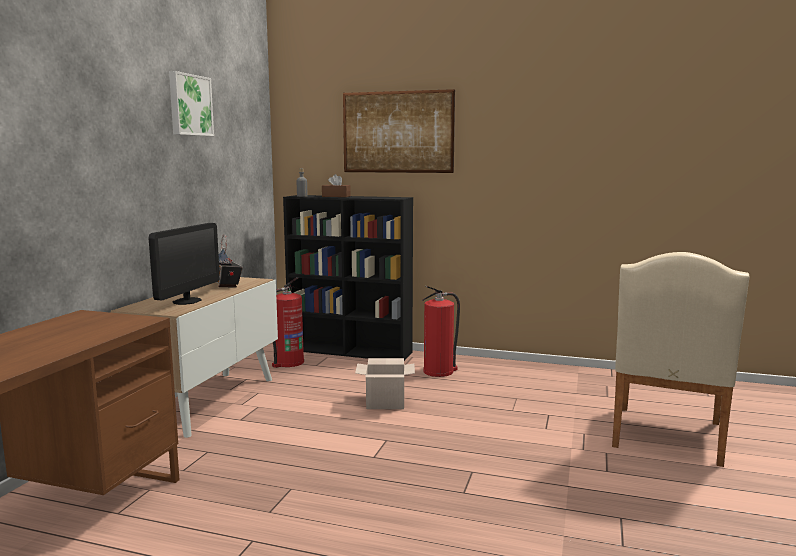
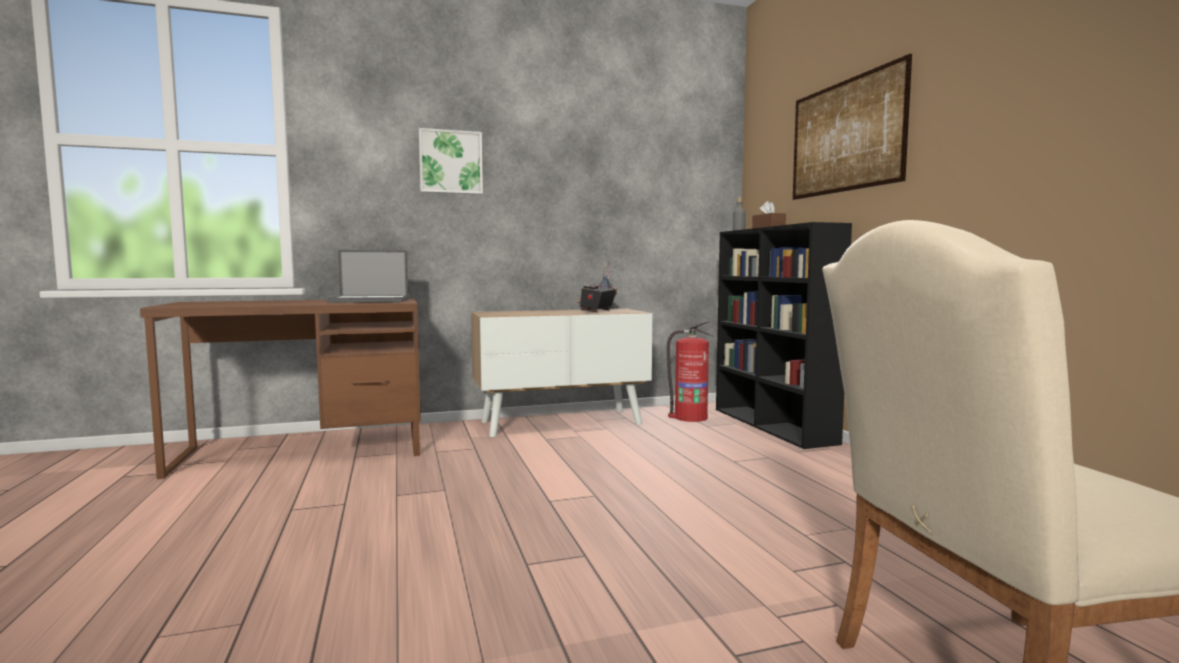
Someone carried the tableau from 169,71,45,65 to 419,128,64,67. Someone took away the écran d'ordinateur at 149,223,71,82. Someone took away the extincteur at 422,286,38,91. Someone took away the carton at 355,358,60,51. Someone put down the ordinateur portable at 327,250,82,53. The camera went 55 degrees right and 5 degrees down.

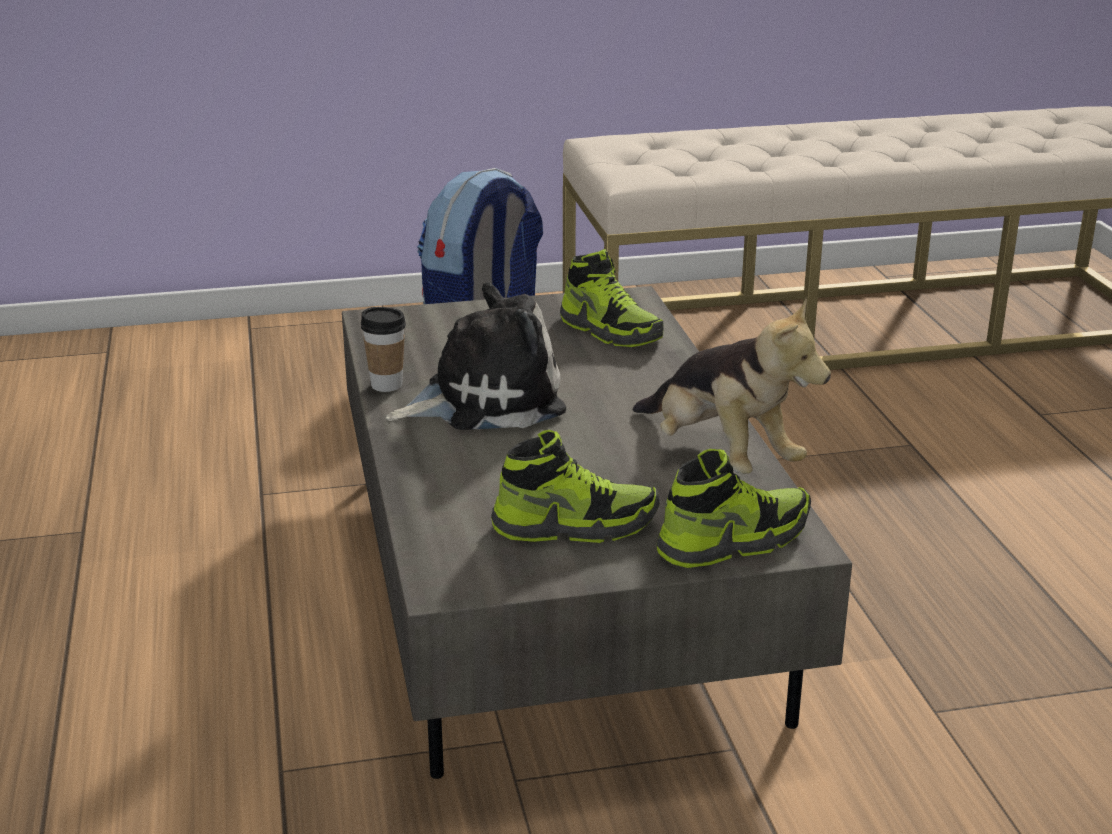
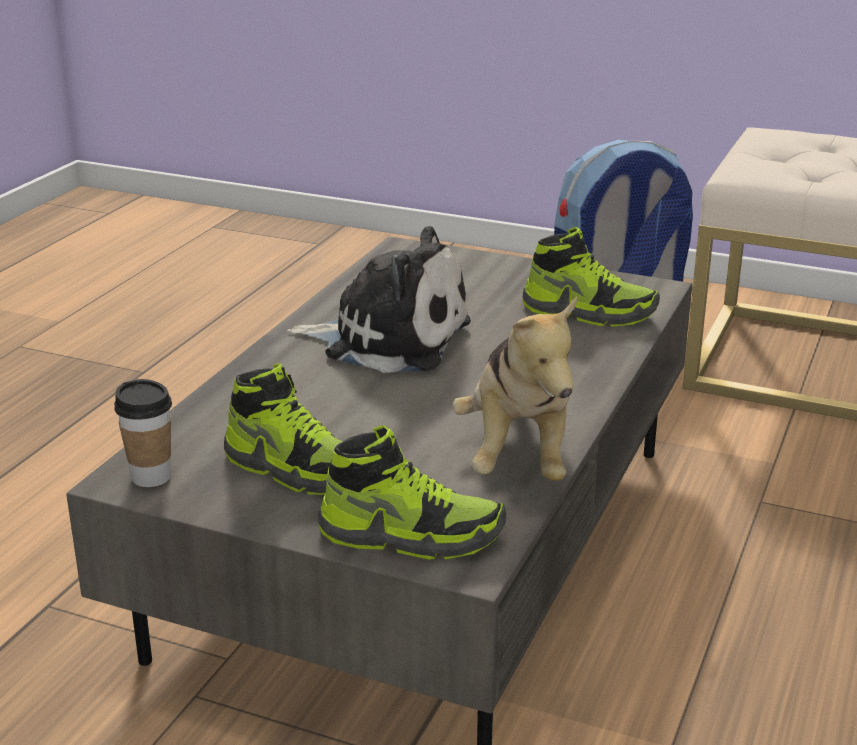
Someone rotated the chaussure at 560,249,104,98 by 60 degrees counterclockwise. Someone carried the tasse from 361,307,45,85 to 114,379,58,108. The camera went 35 degrees right and 0 degrees up.

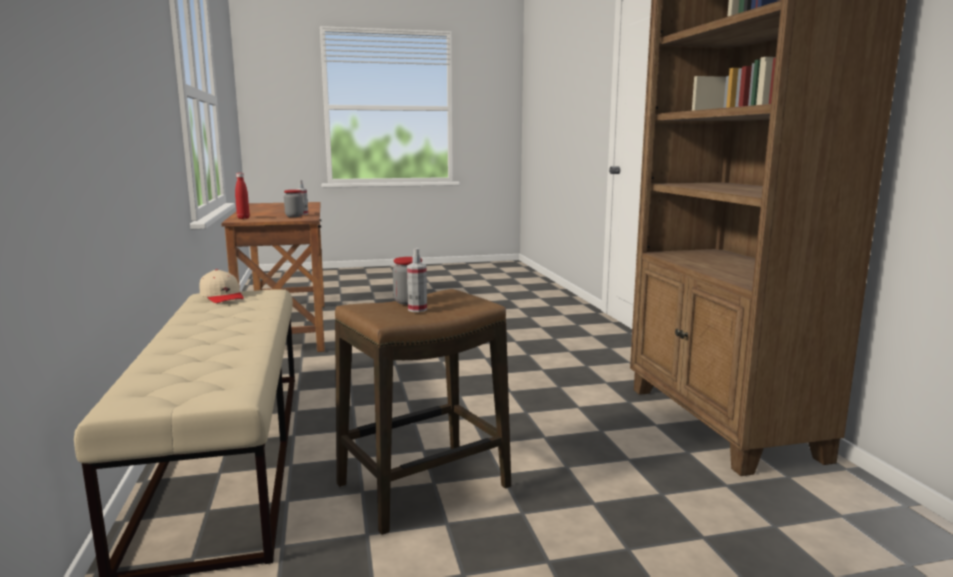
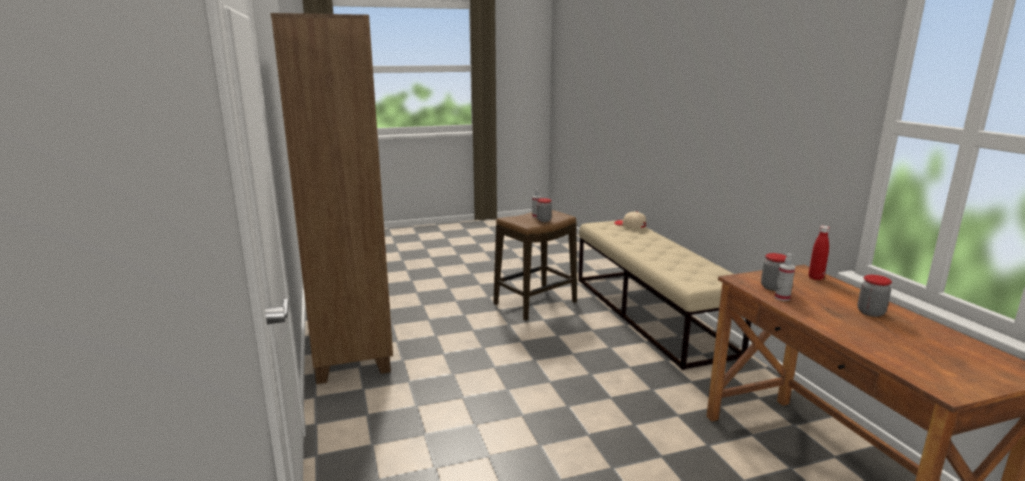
Someone carried the casquette [beige] from 200,269,44,34 to 614,212,32,16. Someone put down the bocal at 857,275,35,42. The camera went 175 degrees right and 5 degrees up.

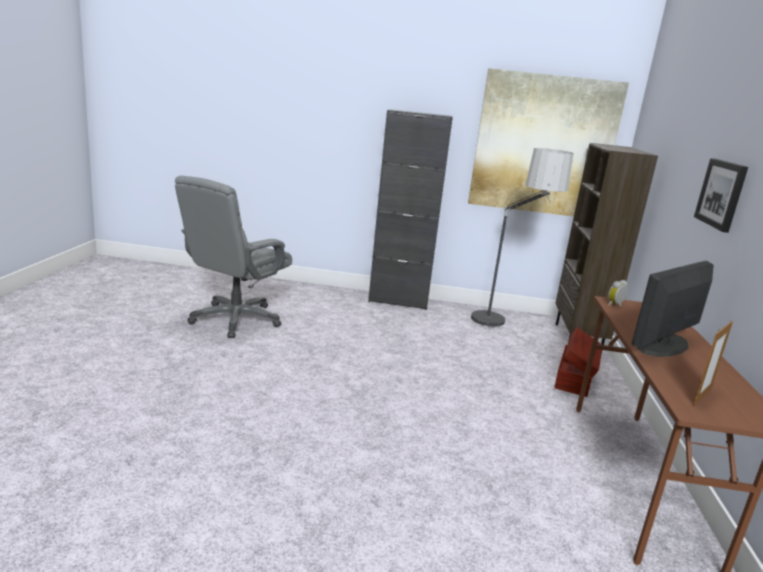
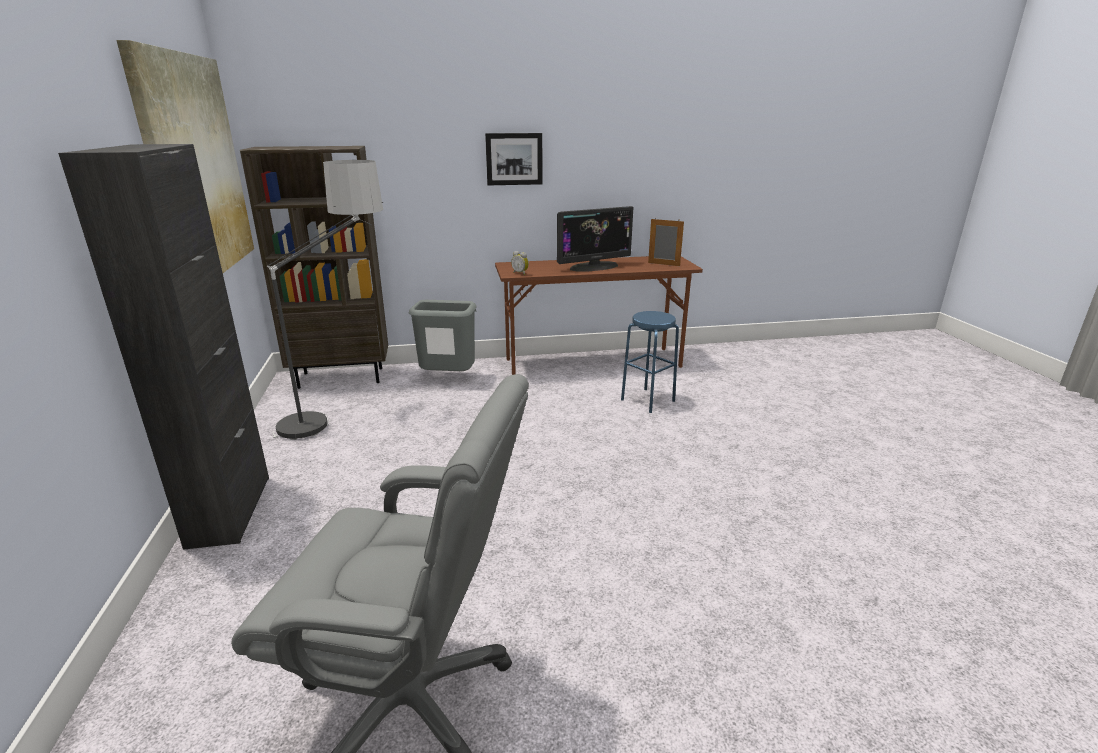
Someone rotated the écran d'ordinateur at 632,261,82,96 by 60 degrees counterclockwise. Someone swapped the boîte de rangement [marron] at 554,327,48,70 for the poubelle [gris] at 409,300,68,71. Someone put down the tabouret [bleu] at 621,311,58,102. The camera went 105 degrees left and 5 degrees up.

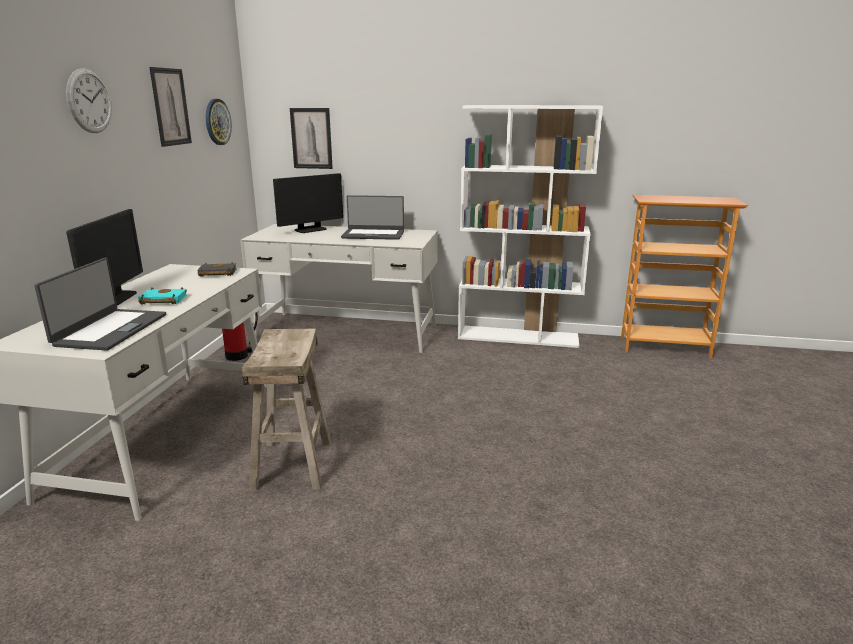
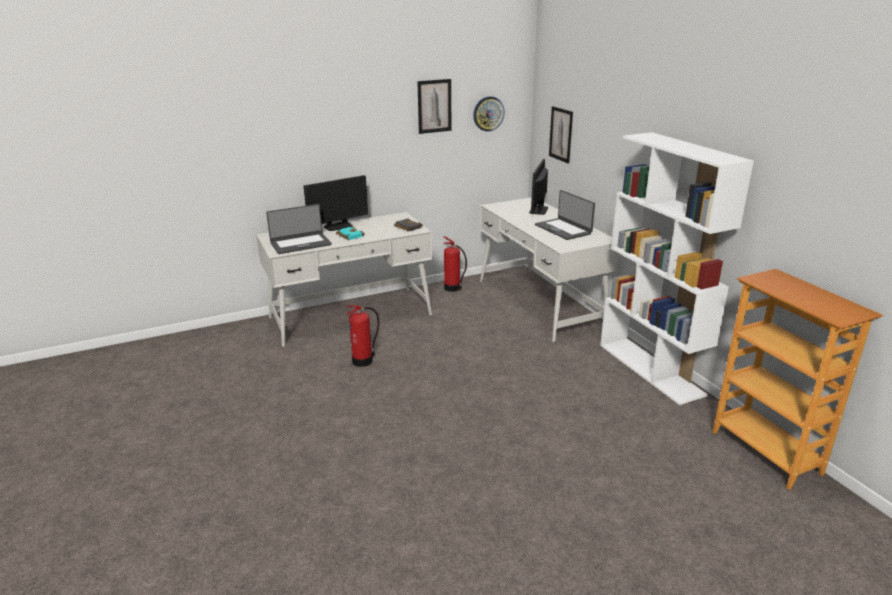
Someone took away the horloge murale at 66,68,46,65. Someone rotated the écran d'ordinateur at 273,173,70,60 by 90 degrees clockwise. Someone swapped the tabouret [beige] at 242,329,89,162 for the extincteur at 346,305,33,62. The camera went 55 degrees right and 5 degrees up.

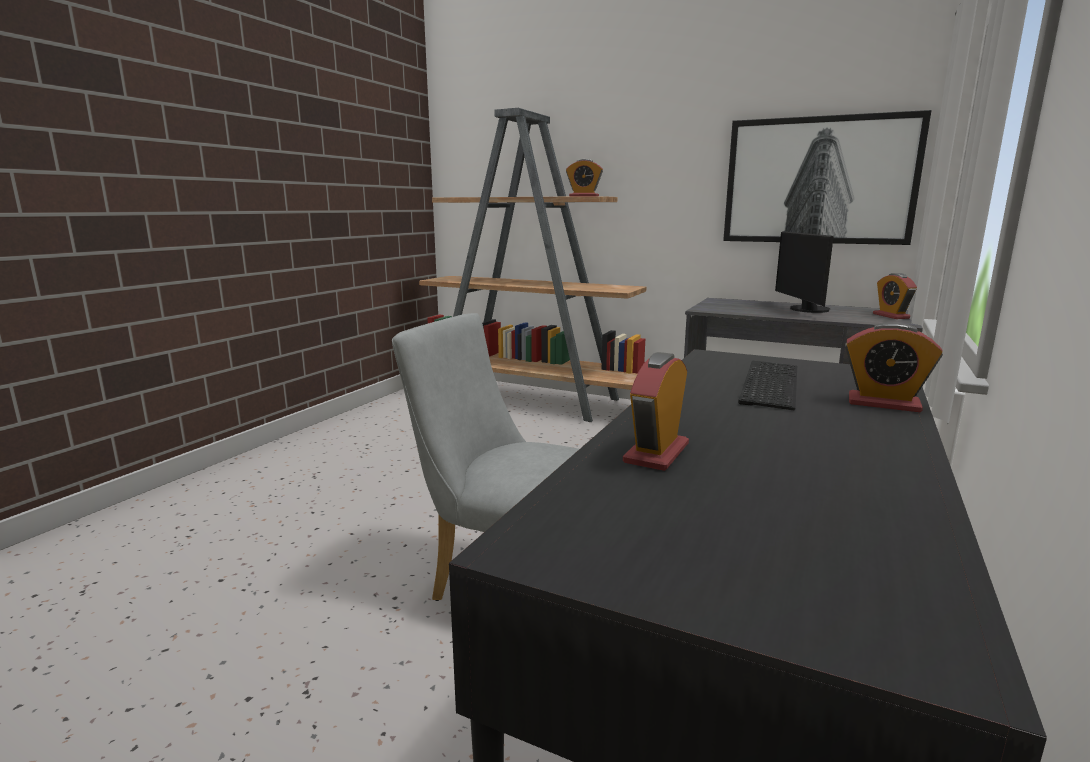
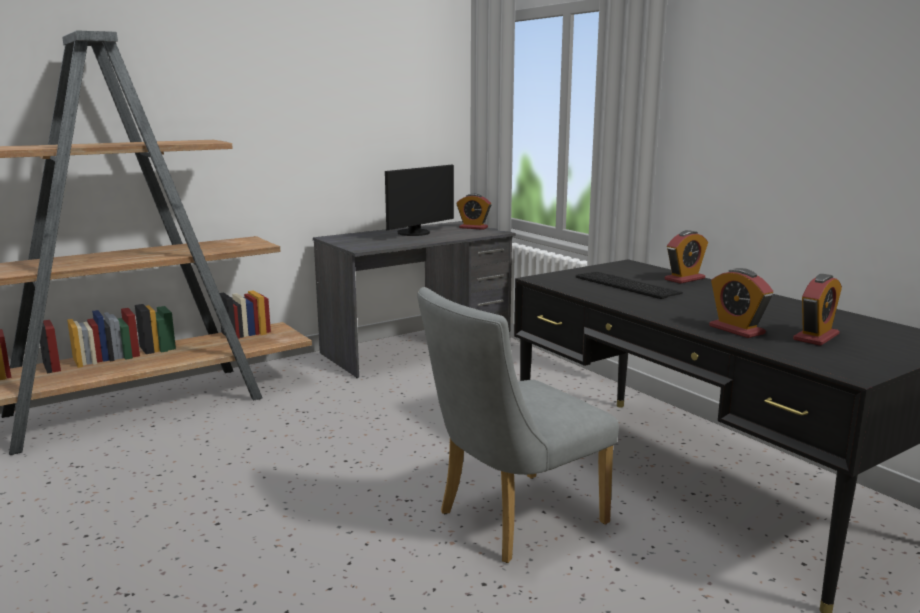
Someone took away the tableau at 723,110,209,135. Someone carried the réveil from 566,159,37,38 to 793,274,49,72. Someone rotated the écran d'ordinateur at 775,231,59,82 by 75 degrees counterclockwise. The camera went 60 degrees left and 0 degrees up.

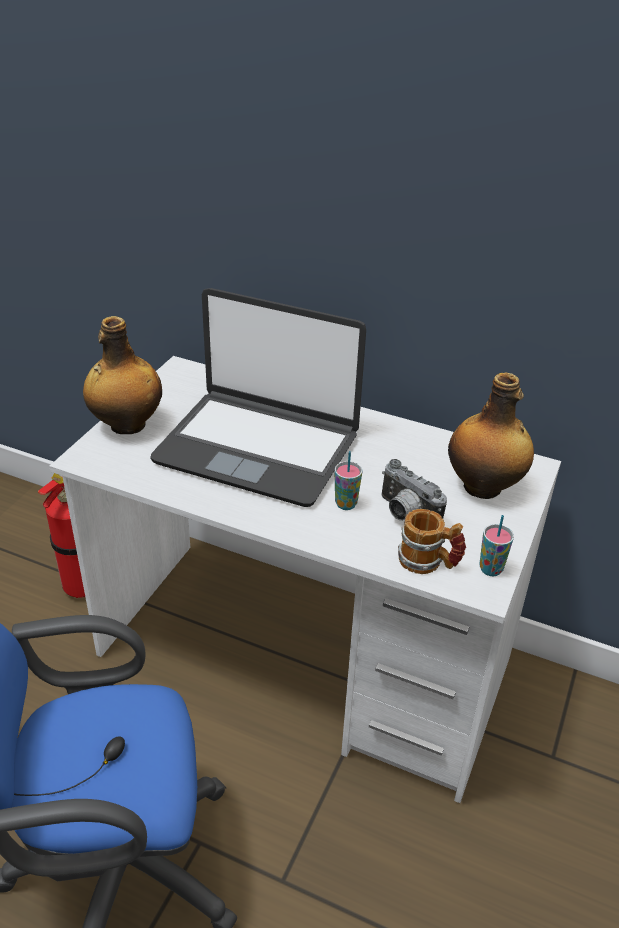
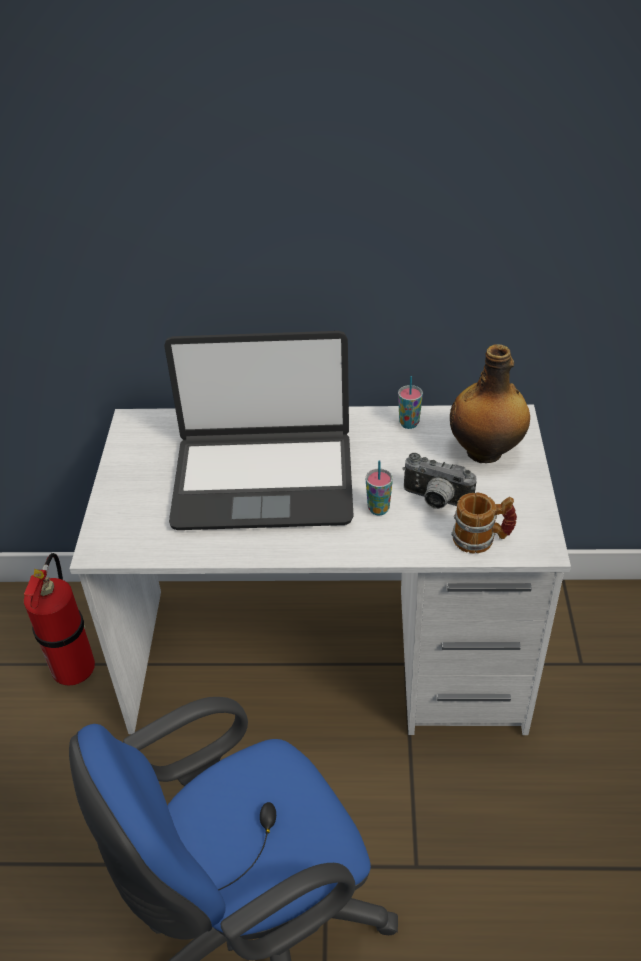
Someone took away the bouteille at 83,316,79,118. Someone carried the tasse from 479,515,35,61 to 398,376,25,53. The camera went 20 degrees left and 5 degrees up.

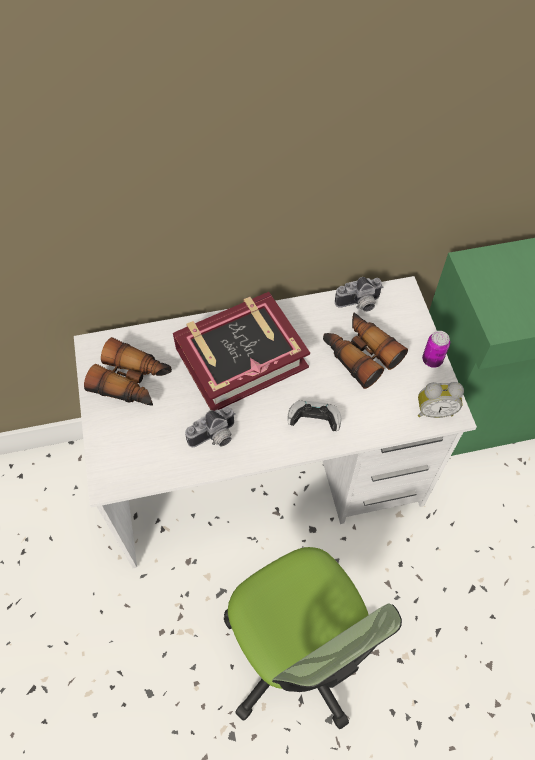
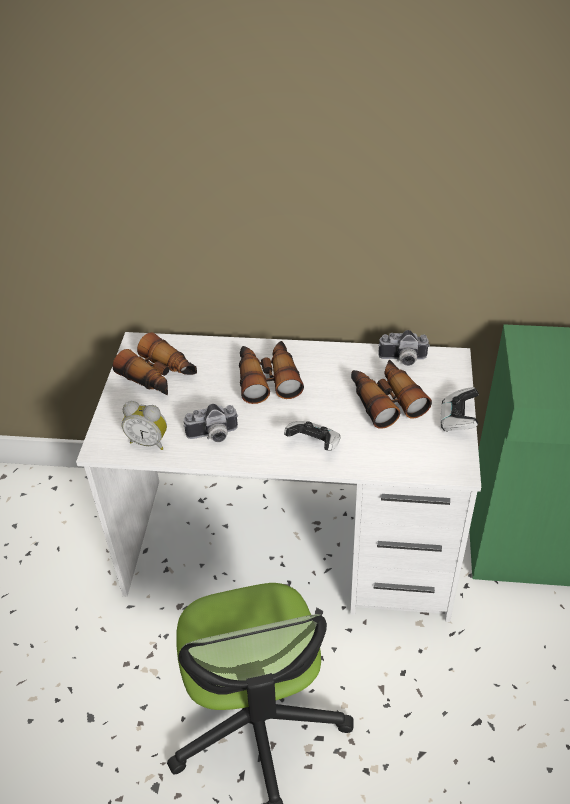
Someone swapped the livre at 173,292,137,119 for the jumelles at 239,341,65,63. Someone swapped the boîte métallique at 422,331,28,37 for the manette at 441,387,38,45. Someone carried the réveil from 418,382,46,36 to 122,401,45,49. The camera went 20 degrees right and 15 degrees down.

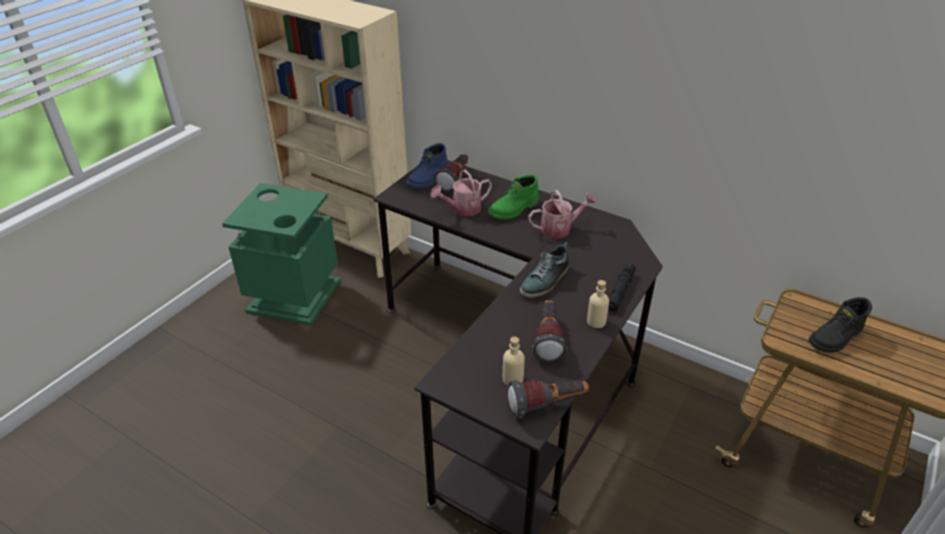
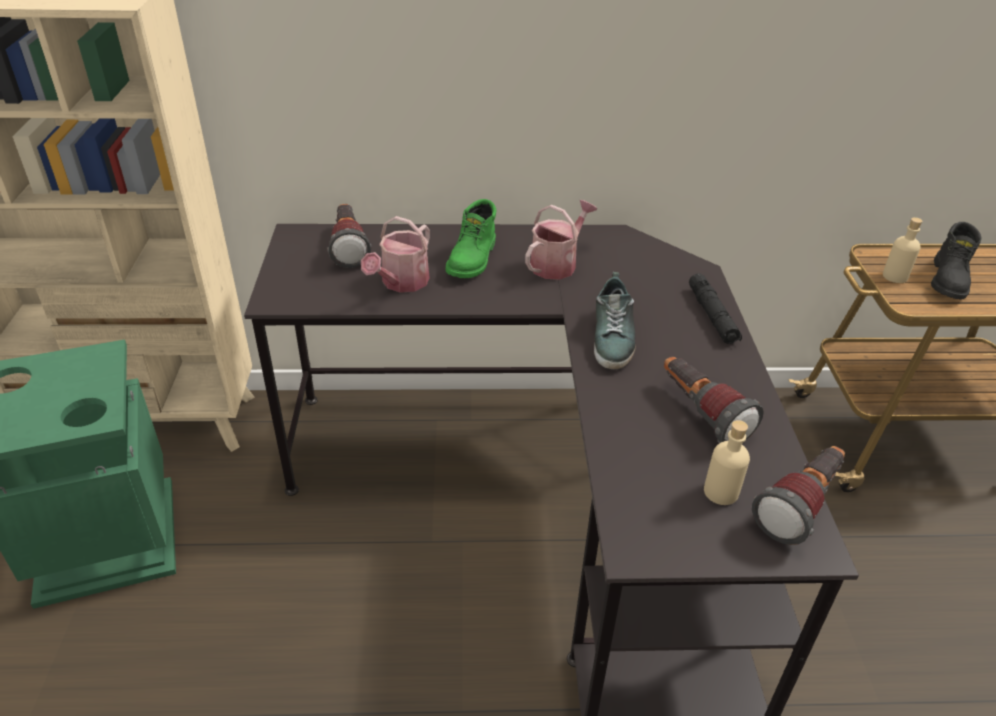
Someone took away the botte [bleu] at 406,143,42,45. Someone carried the bouteille [beige] from 587,280,22,48 to 883,217,40,66. The camera went 35 degrees left and 0 degrees up.

